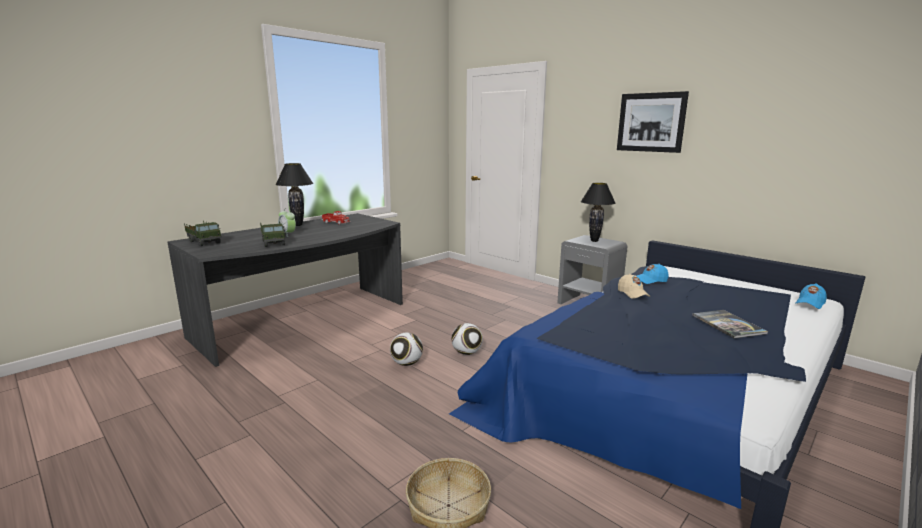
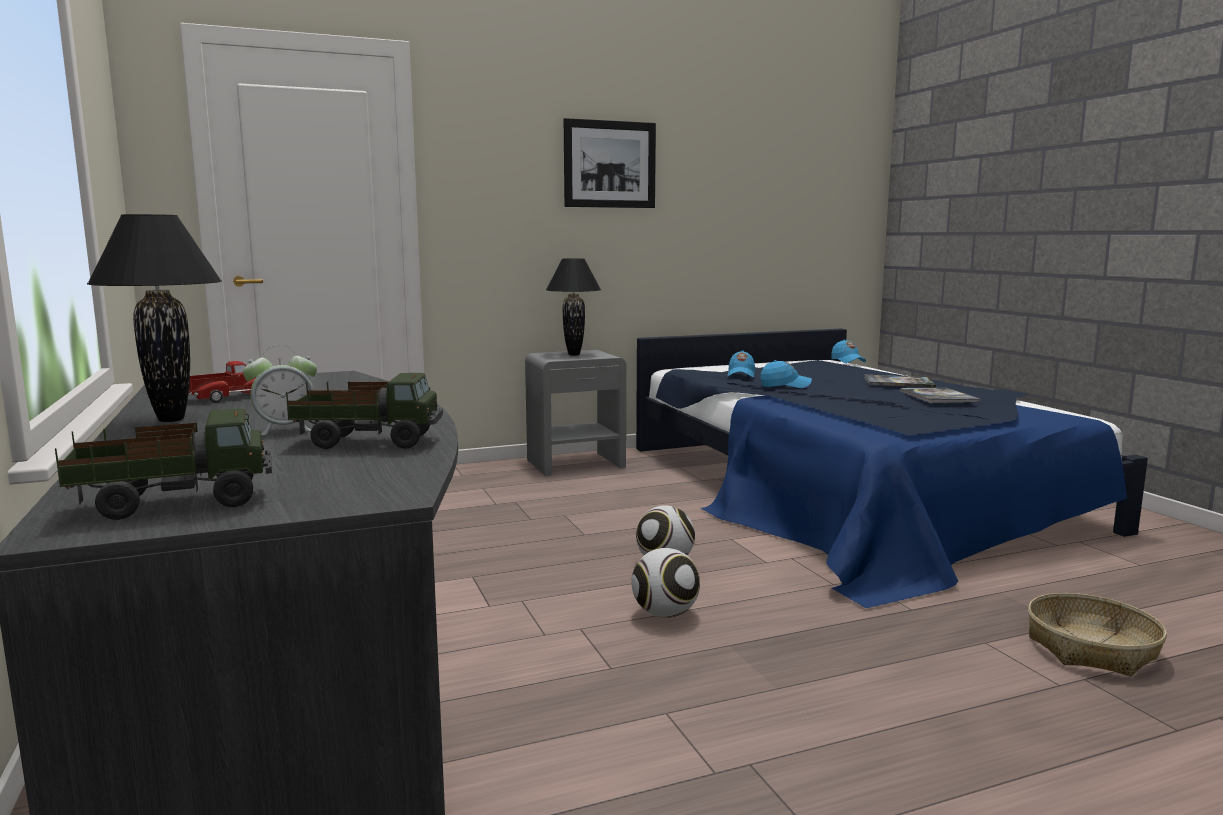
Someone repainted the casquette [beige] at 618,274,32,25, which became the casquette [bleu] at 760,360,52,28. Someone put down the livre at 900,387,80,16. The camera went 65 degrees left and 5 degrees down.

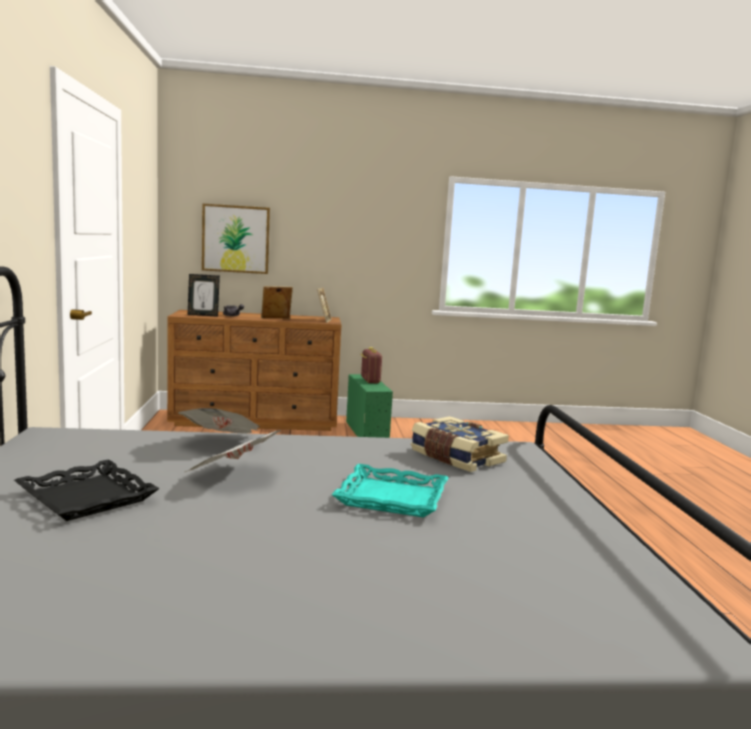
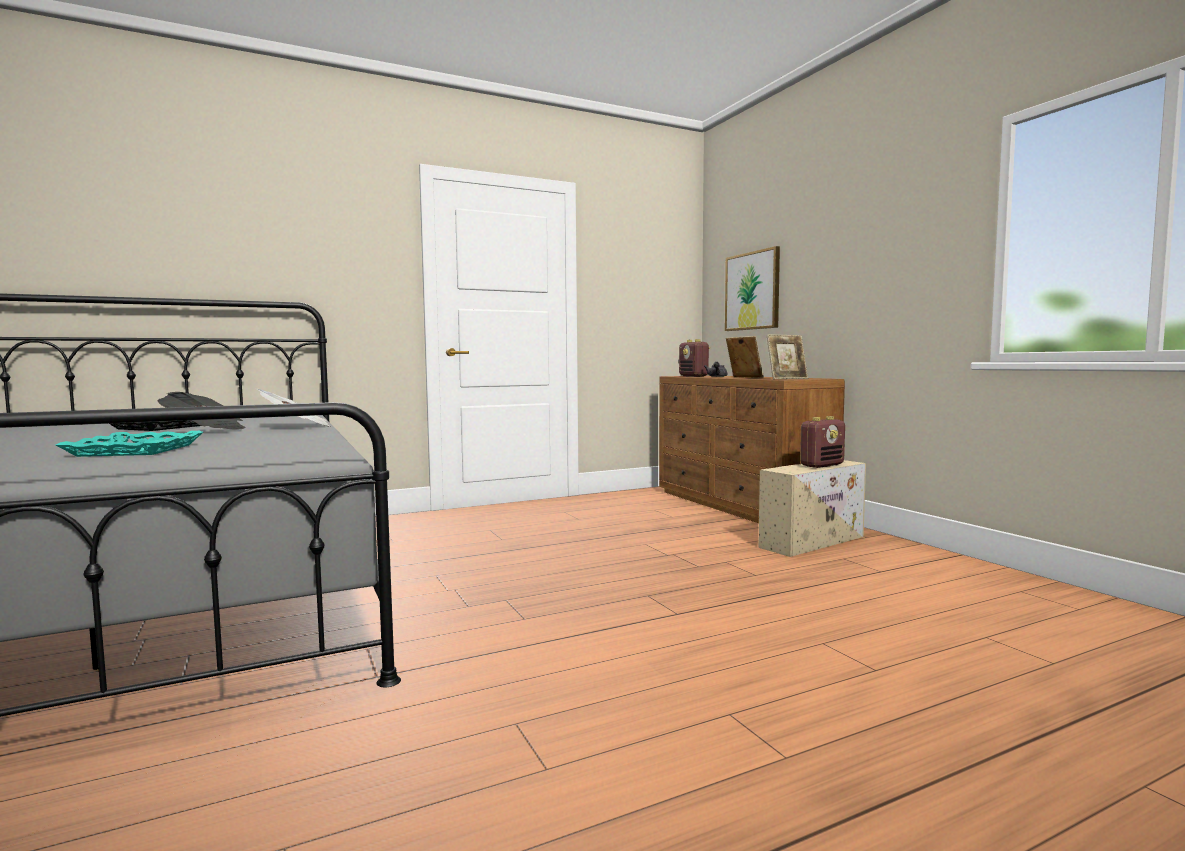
Someone swapped the cadre photo at 188,274,32,43 for the radio at 679,339,31,38. Someone repainted the boîte de rangement [vert] at 346,374,47,64, which became the boîte de rangement [beige] at 758,460,108,97. Someone took away the livre at 411,416,98,56. The camera went 70 degrees right and 5 degrees down.

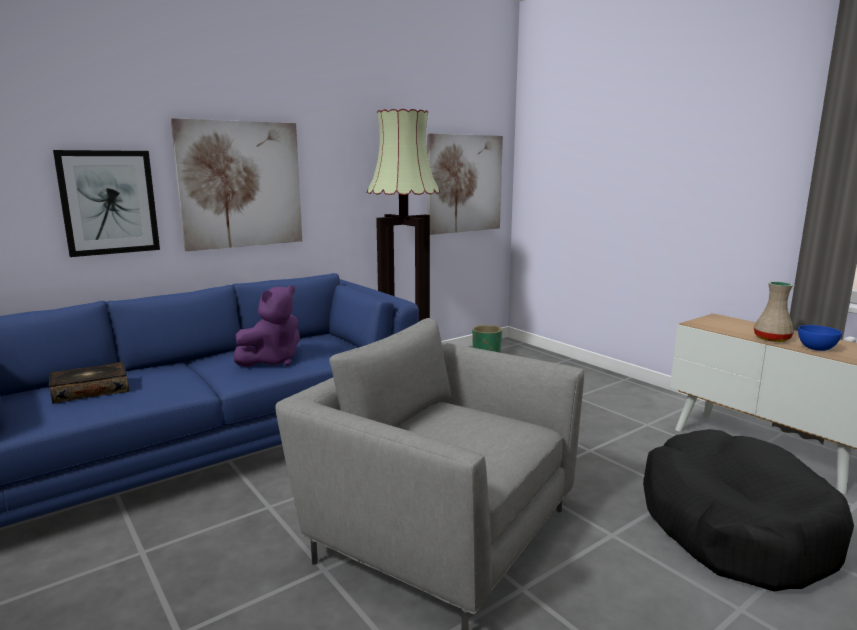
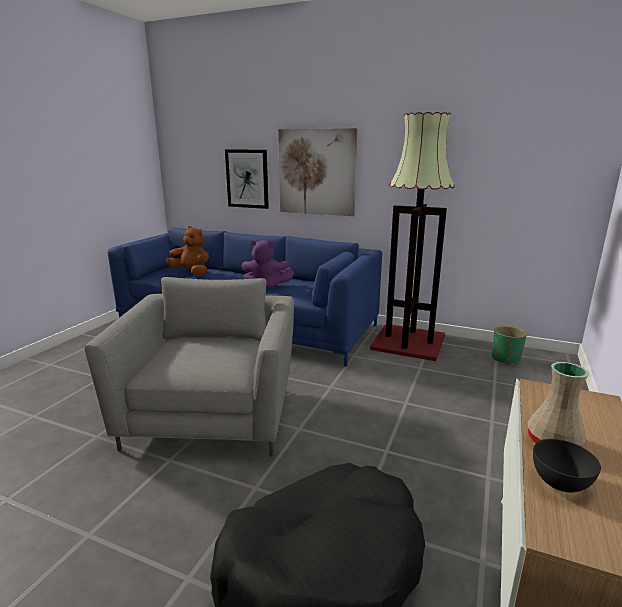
Someone took away the tableau at 427,133,76,102. Someone repainted the bol [bleu] at 798,325,44,26, which became the bol [gris] at 533,439,68,53. Someone swapped the livre at 49,362,81,42 for the peluche [marron] at 166,226,43,49. The camera went 60 degrees right and 5 degrees up.

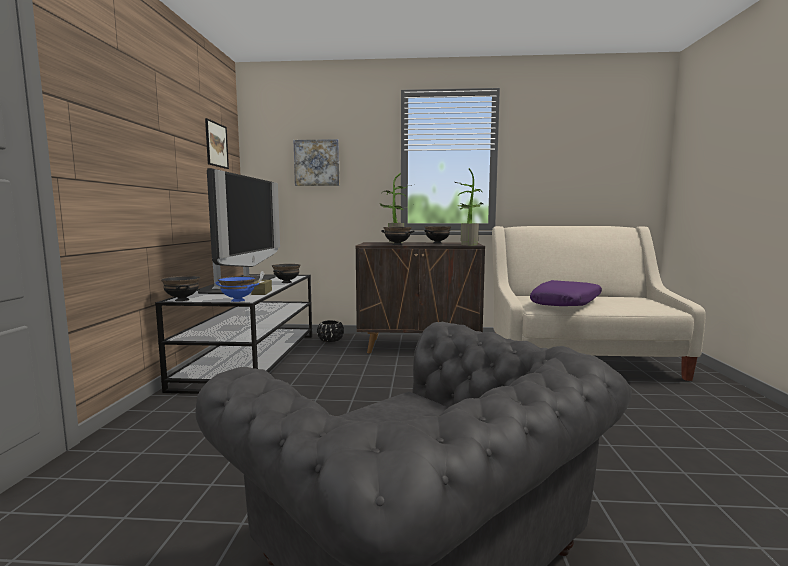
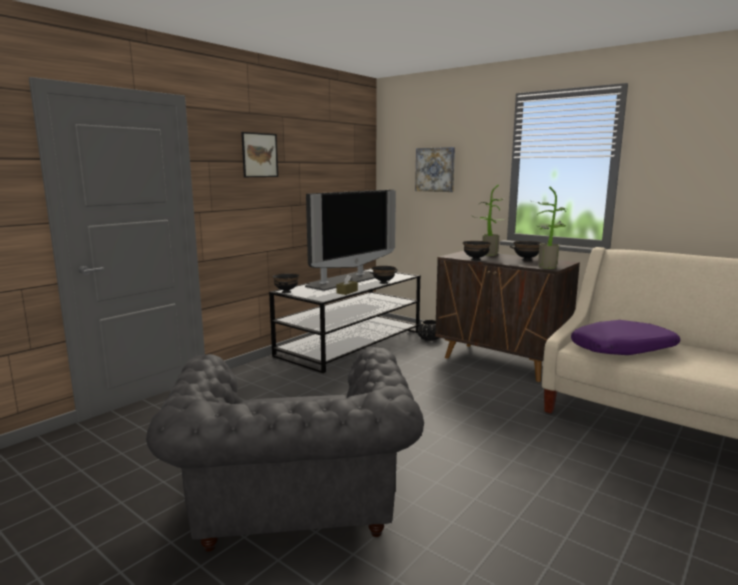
Someone carried the tableau from 205,118,24,51 to 241,132,37,45. Someone took away the bol [bleu] at 216,276,43,26. The camera went 35 degrees right and 5 degrees up.

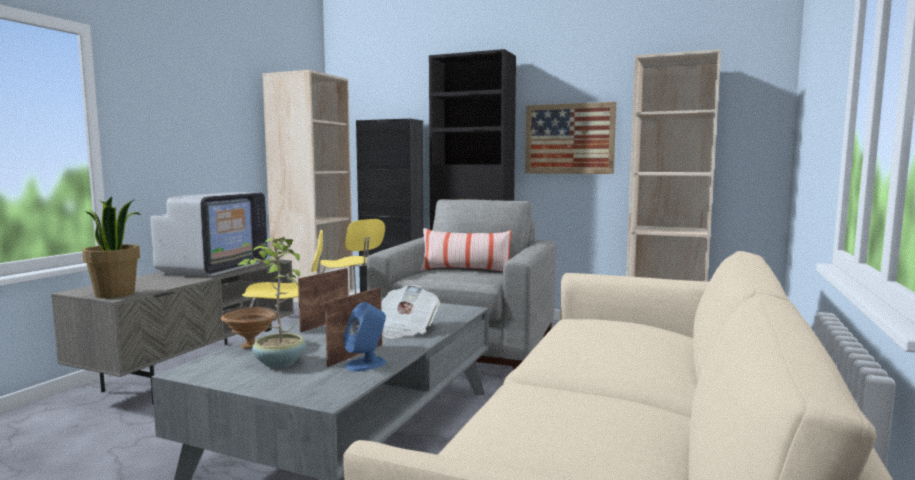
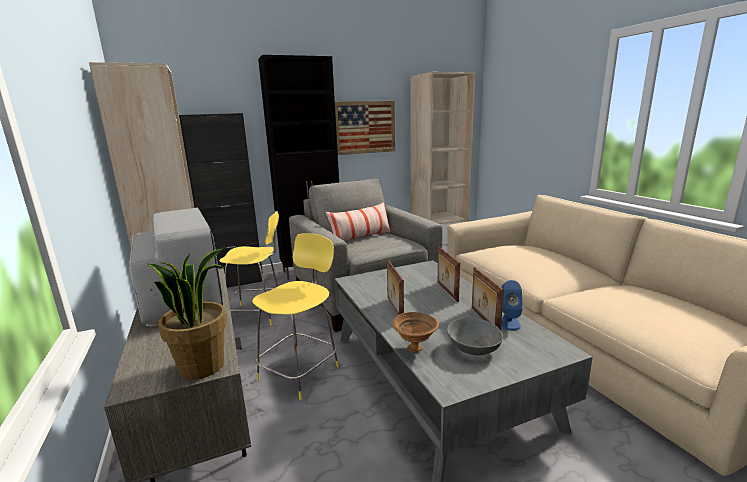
Someone swapped the plante en pot at 238,237,68,131 for the bol [gris] at 447,318,56,37. Someone swapped the journal at 381,285,59,54 for the cadre photo at 438,247,22,55. The camera went 45 degrees left and 10 degrees up.

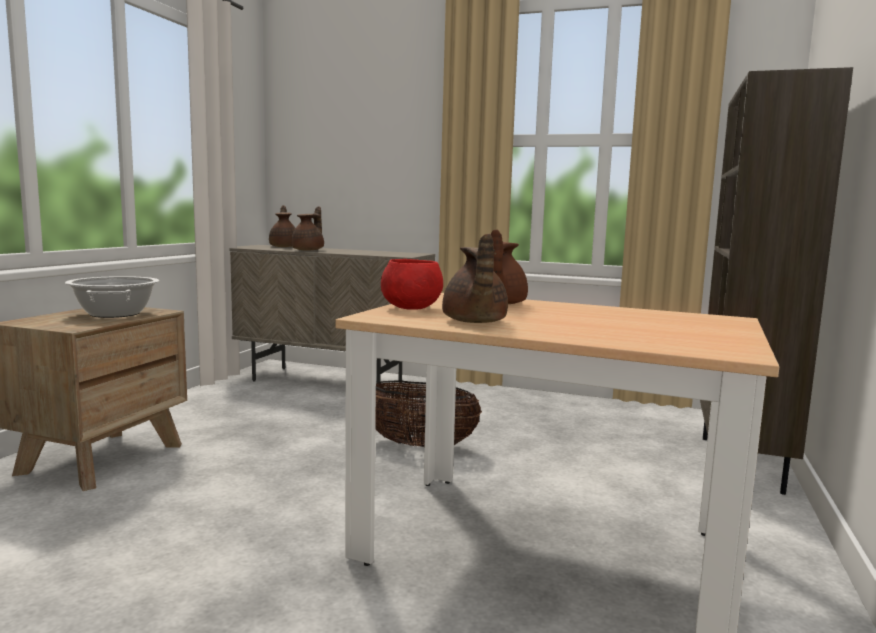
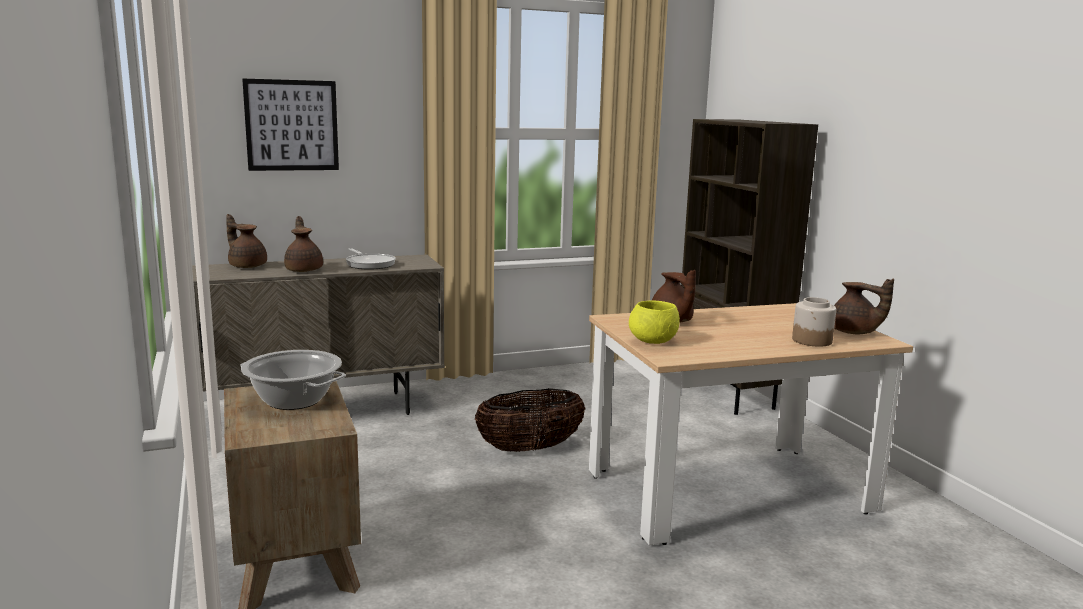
Someone carried the théière [marron] from 442,233,66,90 to 834,278,60,56. Someone repainted the bol [rouge] at 381,259,62,51, which became the bol [jaune] at 629,301,51,43. Someone put up the tableau at 242,79,97,92. Someone put down the poêle at 346,248,50,21. Someone put down the bocal at 792,297,44,50. The camera went 40 degrees left and 5 degrees up.

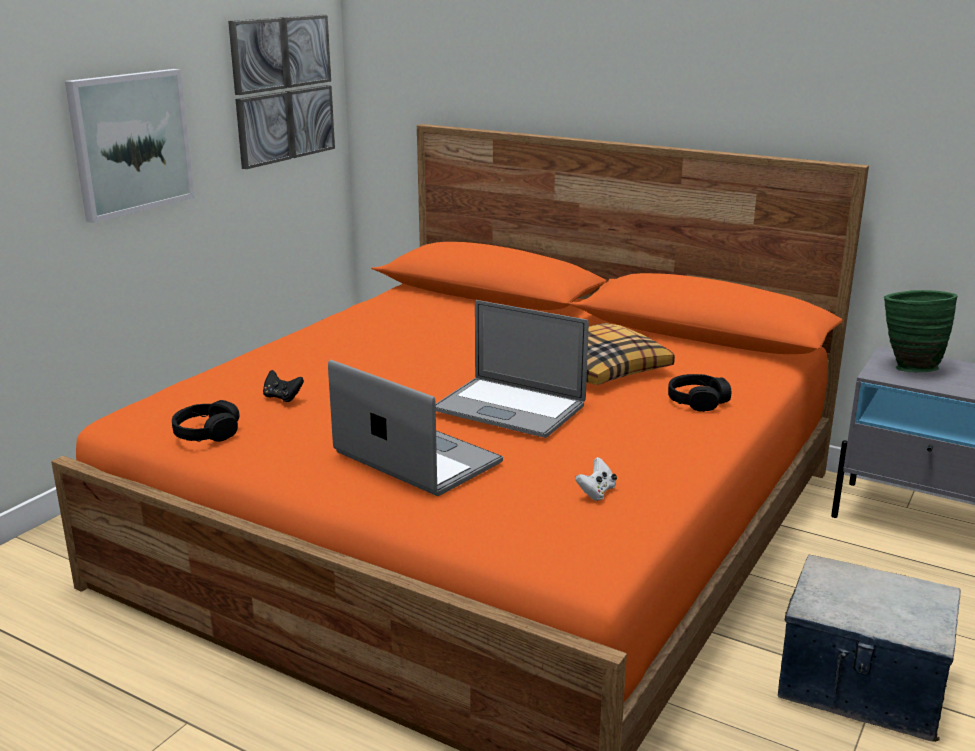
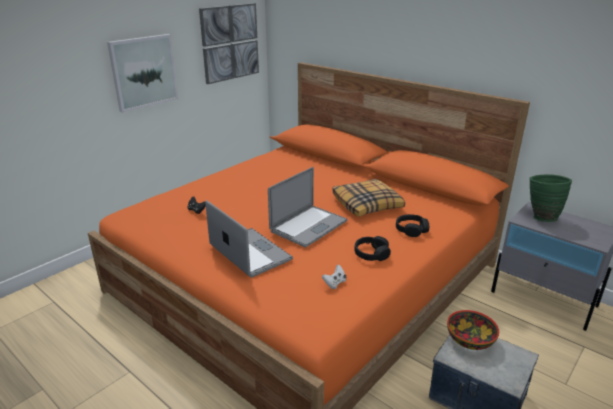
Someone rotated the ordinateur portable at 436,300,153,138 by 90 degrees counterclockwise. Someone carried the casque audio [noir] from 172,400,67,42 to 355,236,36,25. Someone put down the bol at 447,310,52,40. The camera went 10 degrees right and 5 degrees up.

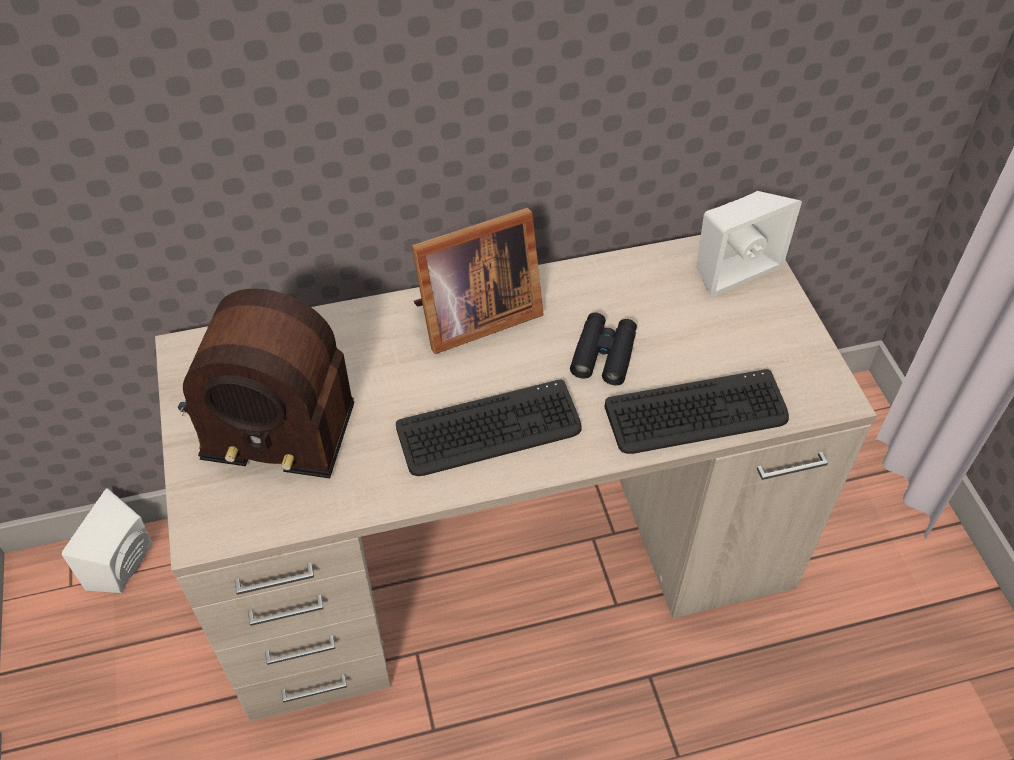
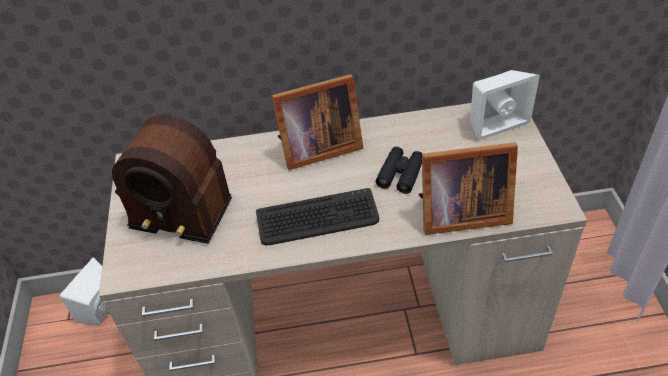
Someone swapped the clavier at 605,369,184,85 for the cadre photo at 419,142,99,93. The camera went 10 degrees right and 5 degrees down.

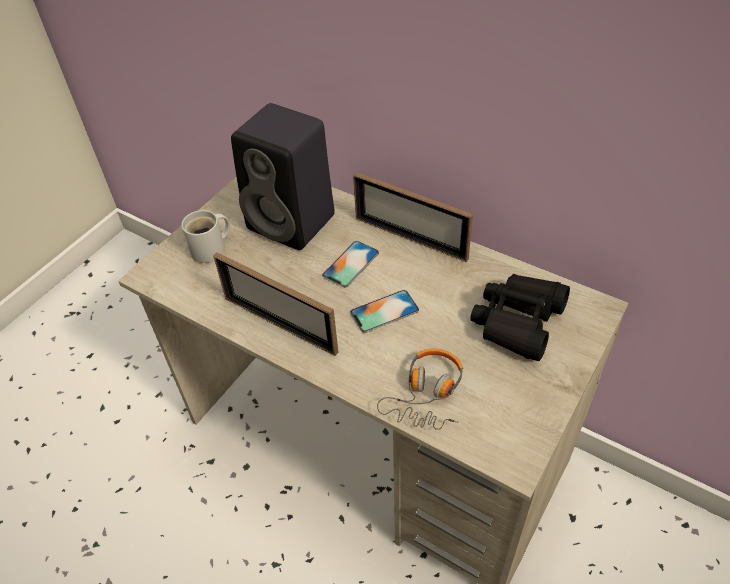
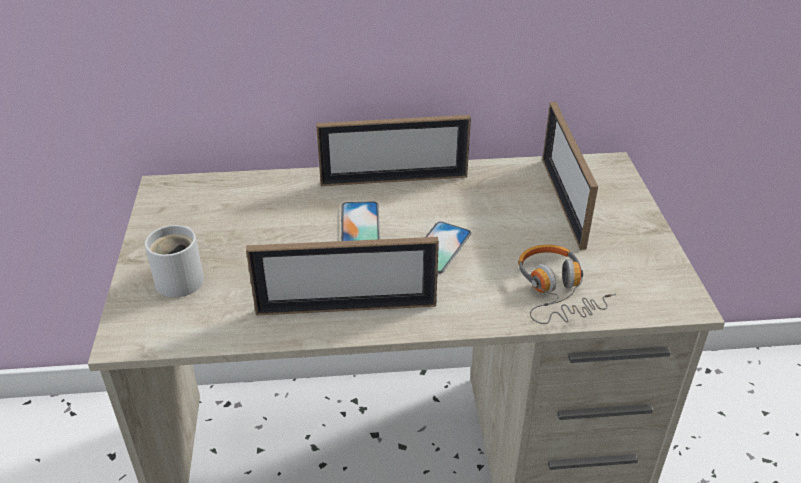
Someone took away the enceinte [noir] at 231,103,104,147. Someone swapped the jumelles [noir] at 470,274,100,87 for the cadre photo at 542,102,56,148. The camera went 40 degrees left and 10 degrees down.

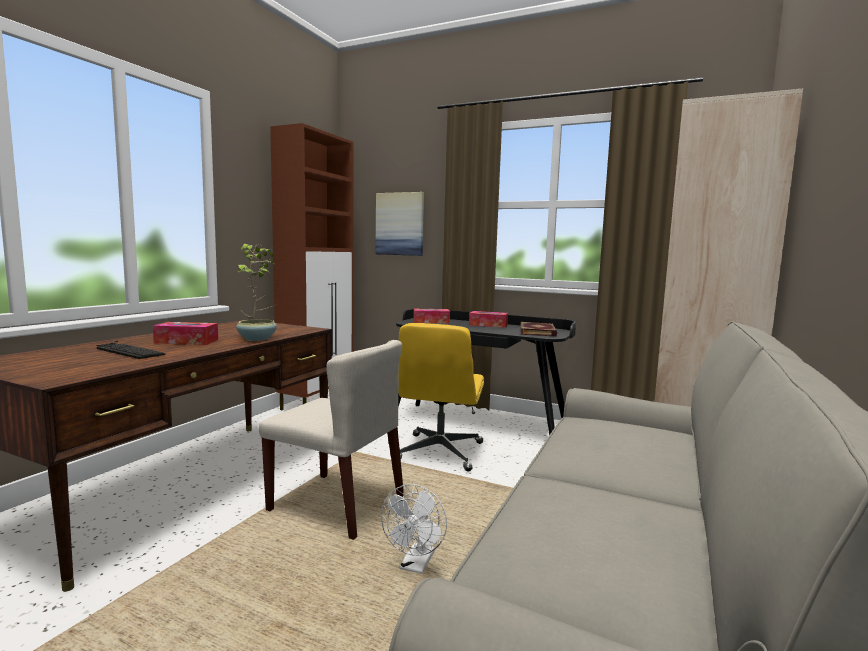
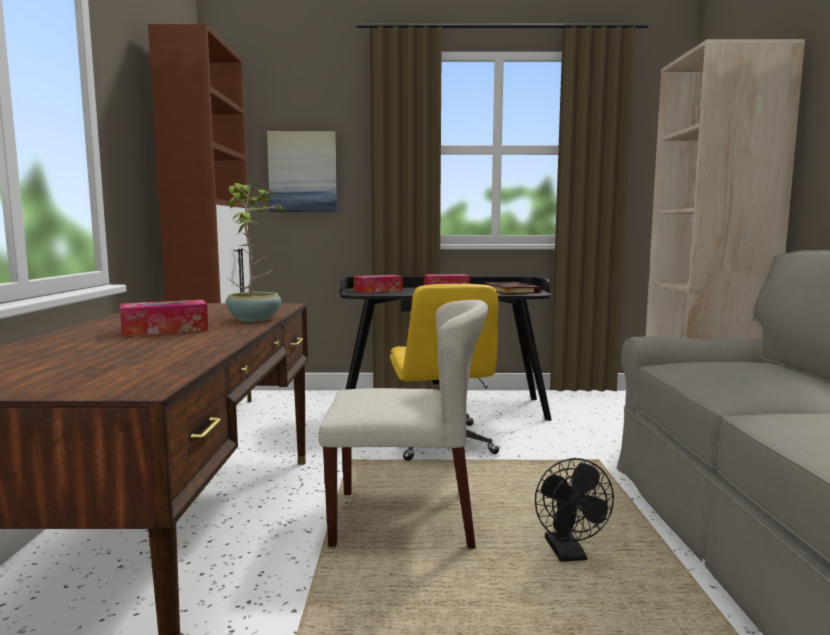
Someone took away the clavier at 96,340,69,19. Someone repainted the ventilateur [blanc] at 381,484,66,90, which became the ventilateur [noir] at 535,458,79,104. The camera went 25 degrees left and 0 degrees up.

